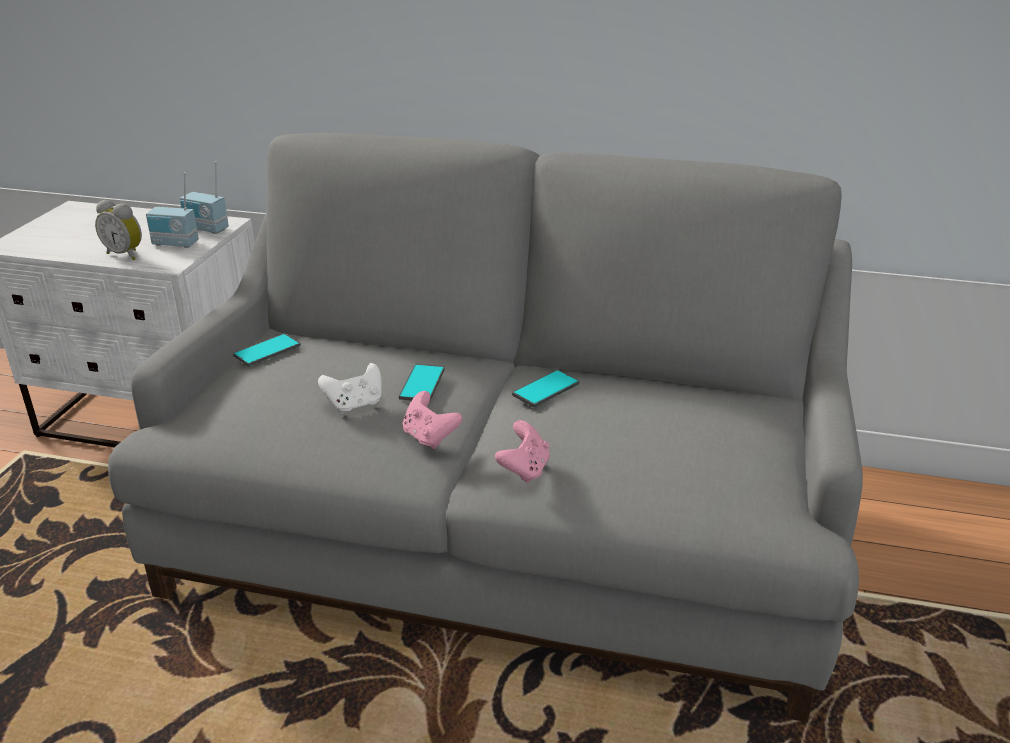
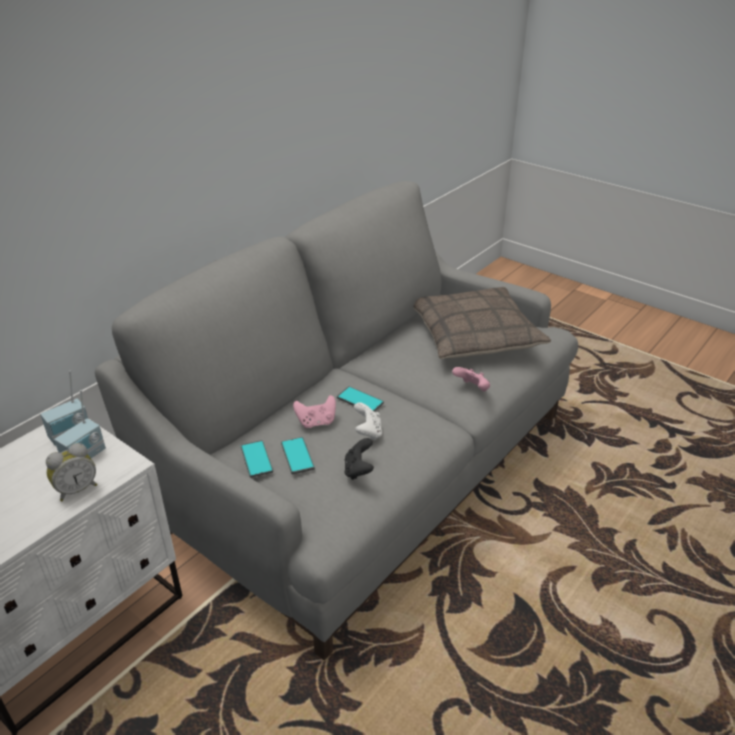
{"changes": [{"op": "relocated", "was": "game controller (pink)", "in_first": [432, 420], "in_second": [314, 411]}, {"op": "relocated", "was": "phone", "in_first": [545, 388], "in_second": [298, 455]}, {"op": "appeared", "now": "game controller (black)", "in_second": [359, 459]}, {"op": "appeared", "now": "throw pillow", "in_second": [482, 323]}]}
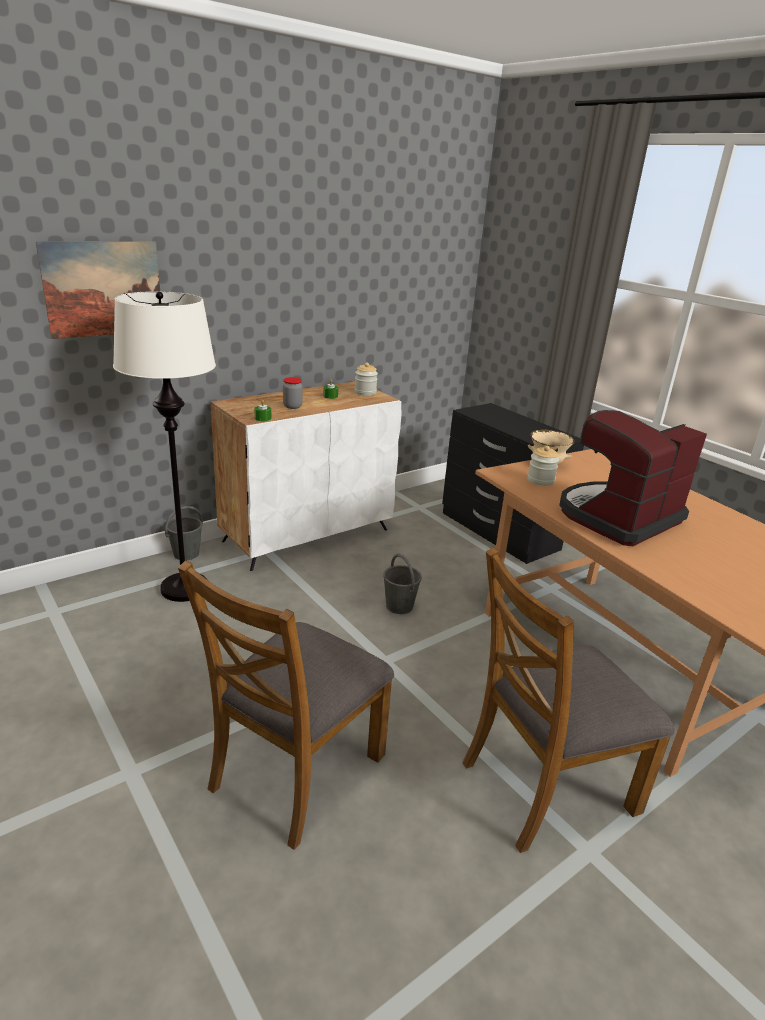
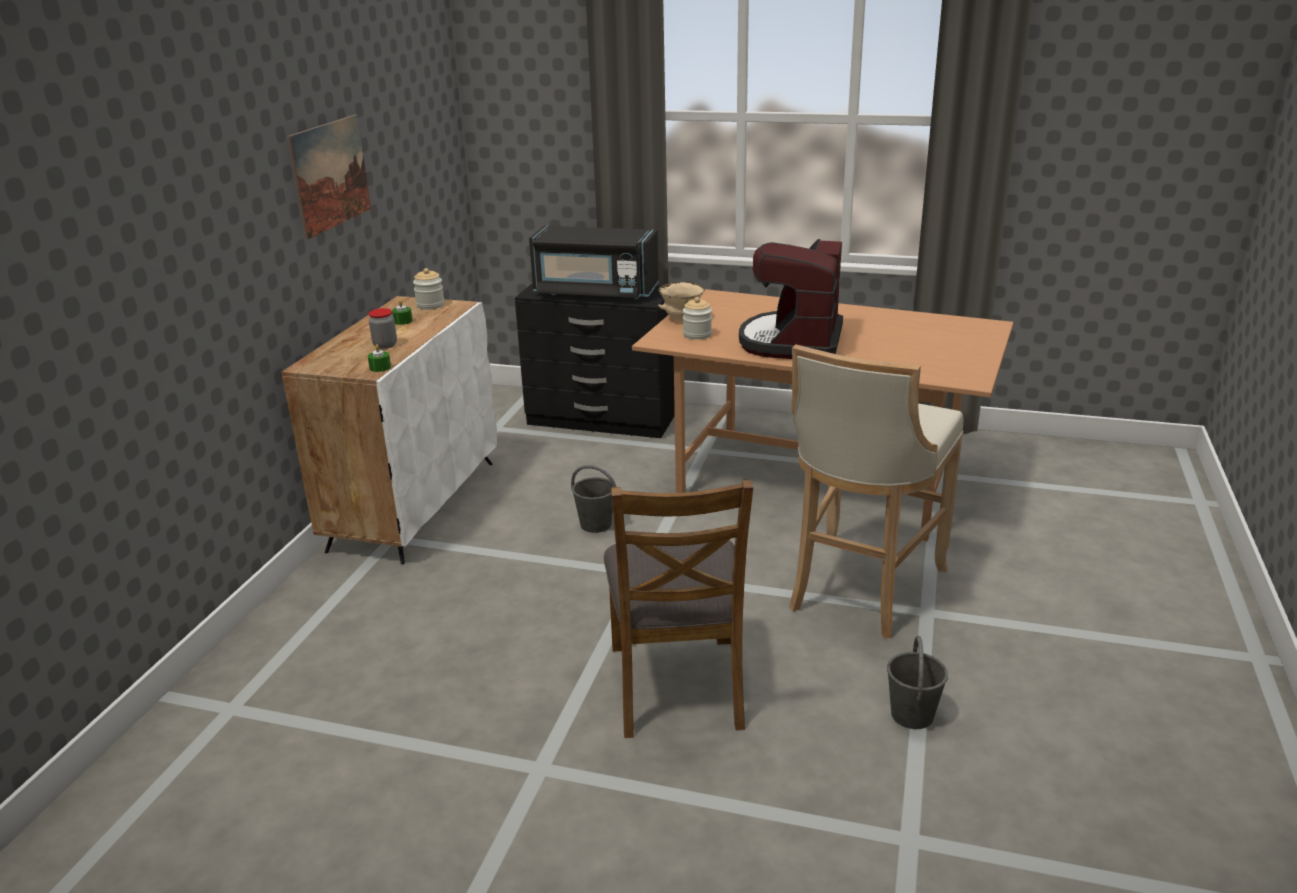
{"changes": [{"op": "relocated", "was": "wall picture", "in_first": [97, 290], "in_second": [329, 176]}, {"op": "missing", "was": "standard lamp (whitish)", "in_first": [164, 446]}, {"op": "relocated", "was": "pail (grey)", "in_first": [184, 533], "in_second": [917, 682]}, {"op": "exchanged", "was": "upright chair (brown-coloured)", "now": "stool (beige-coloured)", "in_first": [568, 700], "in_second": [876, 491]}, {"op": "appeared", "now": "kitchen microwave (black)", "in_second": [594, 262]}]}
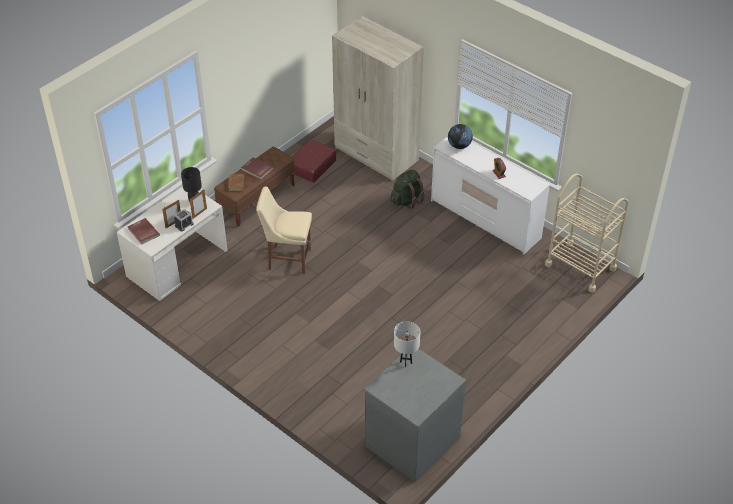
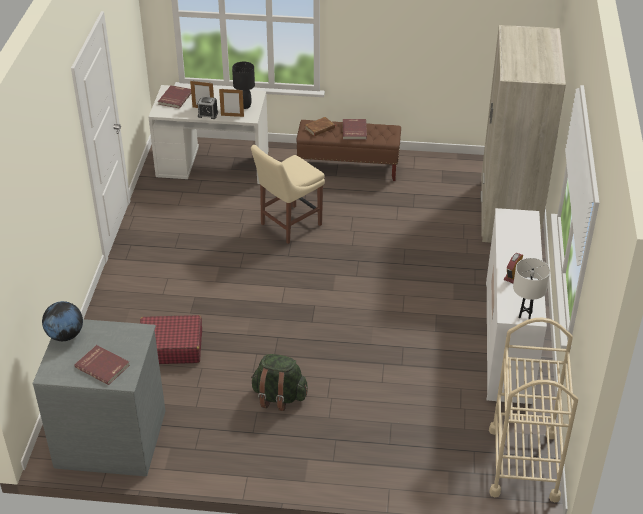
{"changes": [{"op": "spun", "was": "upright chair (beige-coloured)", "in_first": [284, 230], "in_second": [288, 194], "clockwise": -105}, {"op": "relocated", "was": "piece of luggage (red)", "in_first": [314, 161], "in_second": [171, 339]}, {"op": "relocated", "was": "backpack (green)", "in_first": [408, 189], "in_second": [279, 382]}, {"op": "relocated", "was": "lamp for a table (whitish)", "in_first": [407, 344], "in_second": [531, 288]}, {"op": "relocated", "was": "desk globe", "in_first": [460, 136], "in_second": [62, 321]}, {"op": "appeared", "now": "book (red)", "in_second": [102, 365]}]}
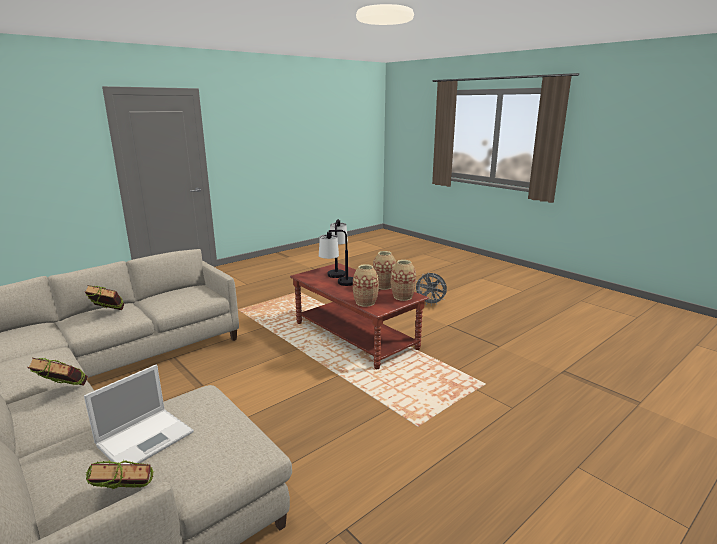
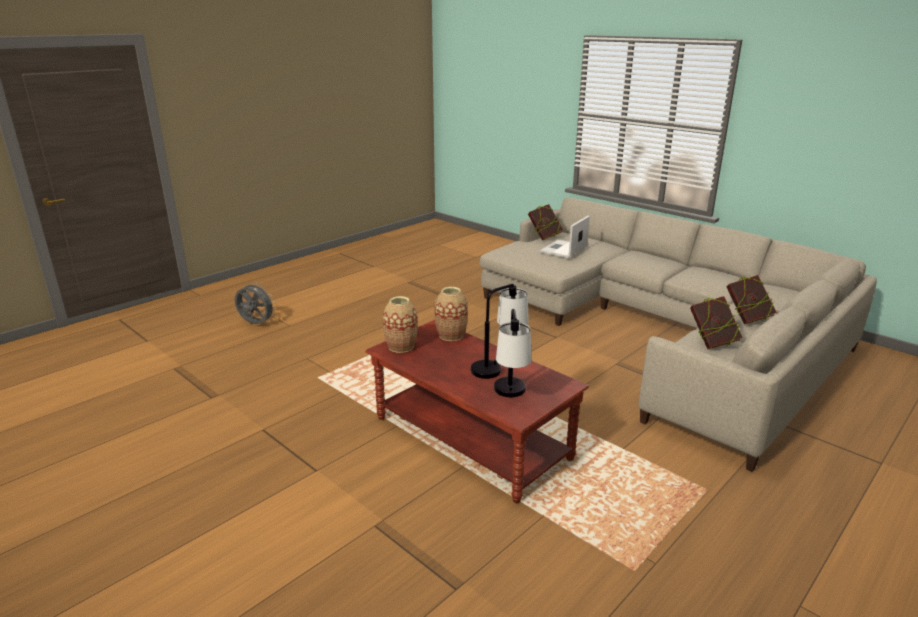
{"changes": [{"op": "relocated", "was": "book", "in_first": [57, 372], "in_second": [716, 322]}, {"op": "missing", "was": "flower vase", "in_first": [384, 270]}, {"op": "relocated", "was": "fan (grey)", "in_first": [431, 289], "in_second": [255, 303]}]}
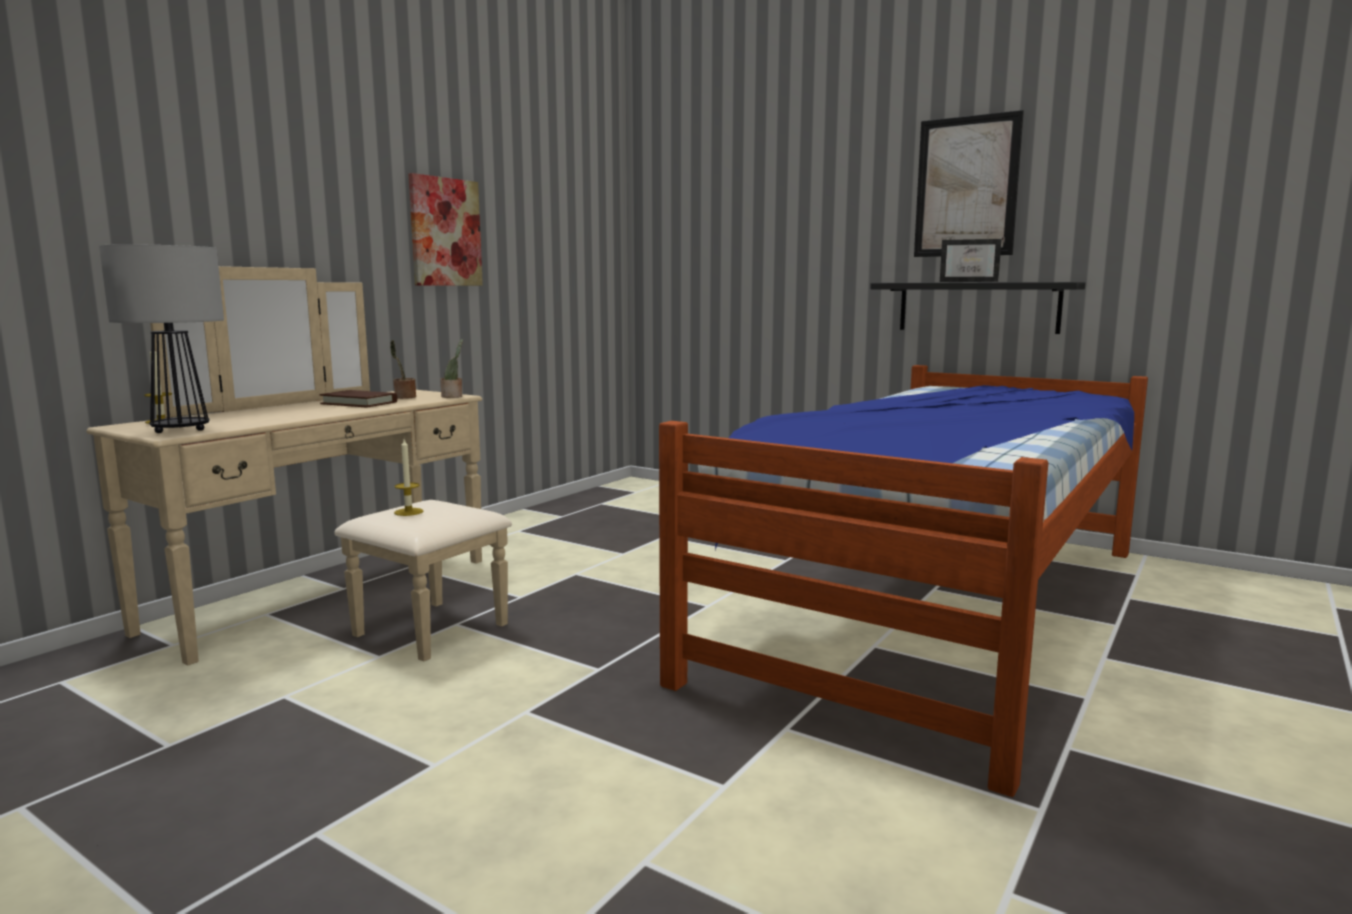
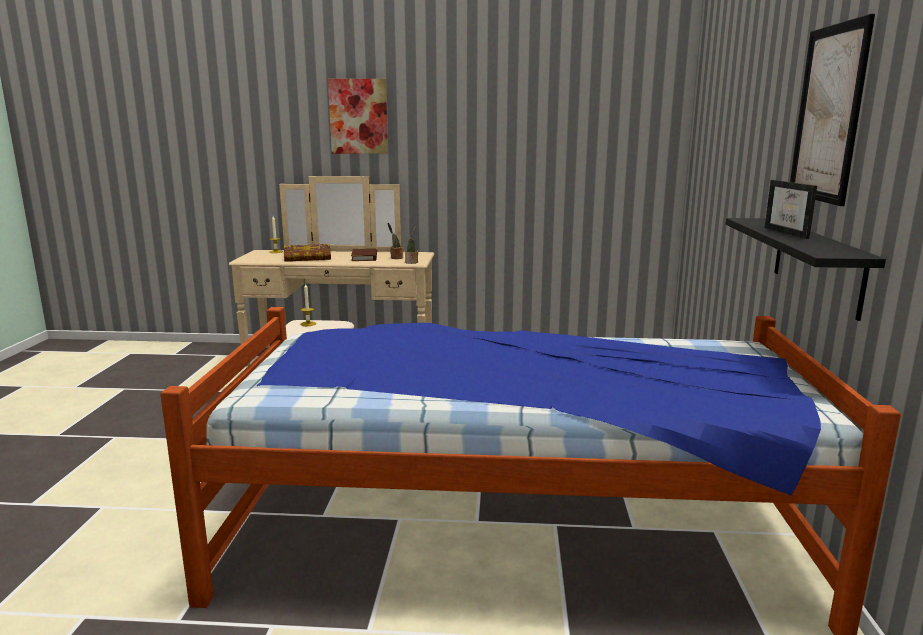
{"changes": [{"op": "missing", "was": "lamp for a table", "in_first": [161, 338]}, {"op": "relocated", "was": "wall picture", "in_first": [445, 229], "in_second": [358, 116]}, {"op": "appeared", "now": "book", "in_second": [307, 253]}]}
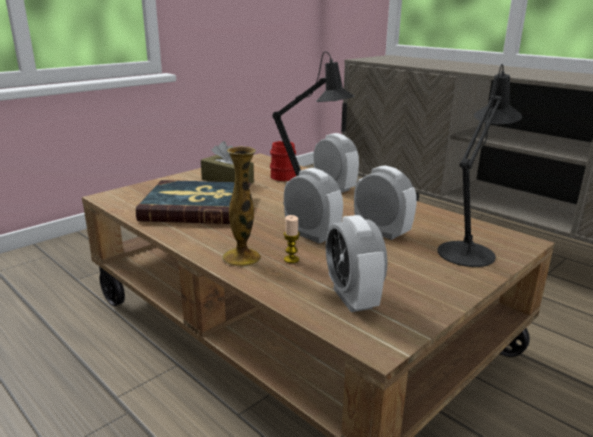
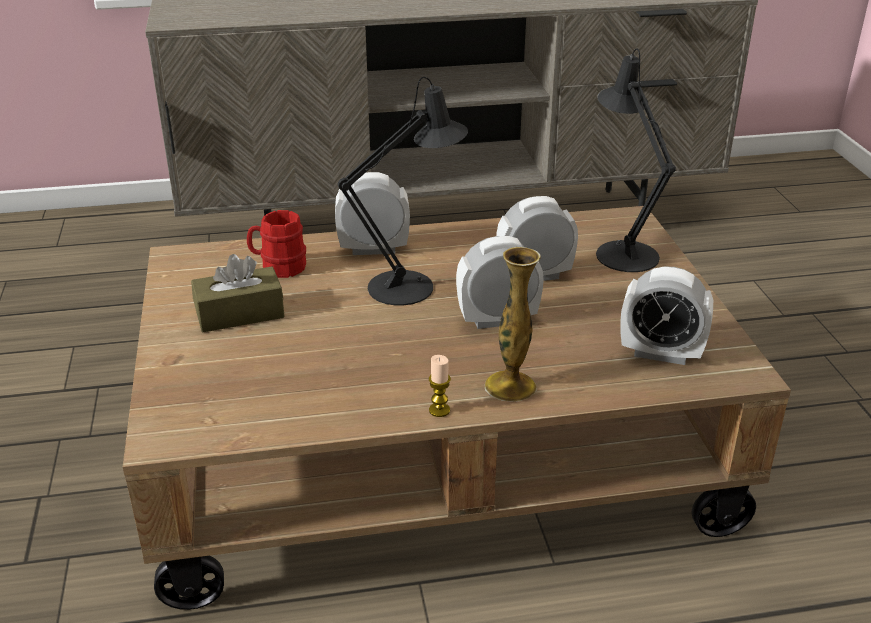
{"changes": [{"op": "missing", "was": "book", "in_first": [193, 202]}, {"op": "relocated", "was": "wax light", "in_first": [292, 239], "in_second": [440, 386]}]}
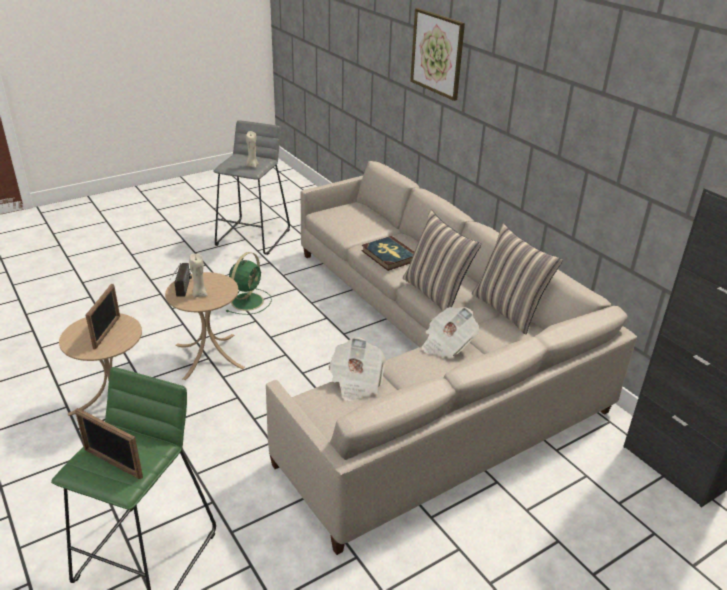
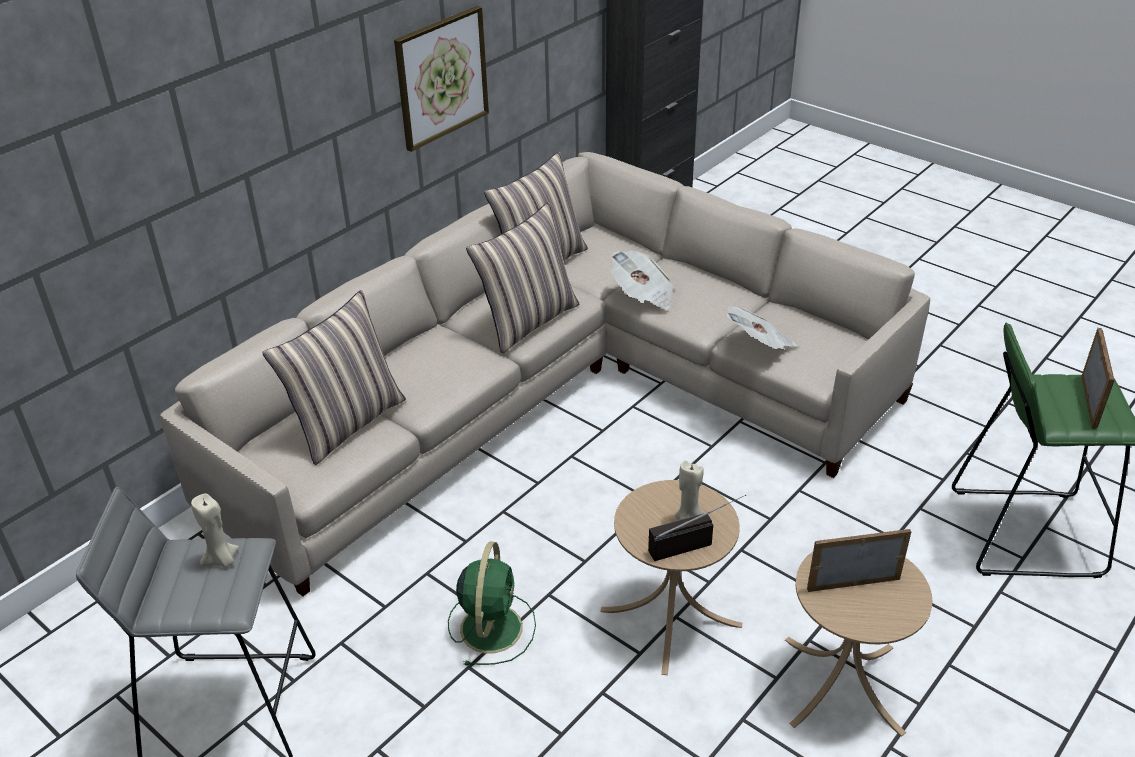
{"changes": [{"op": "spun", "was": "fan (green)", "in_first": [249, 283], "in_second": [492, 604], "clockwise": 90}, {"op": "missing", "was": "book", "in_first": [388, 253]}, {"op": "relocated", "was": "wall picture", "in_first": [437, 54], "in_second": [441, 79]}, {"op": "appeared", "now": "throw pillow", "in_second": [334, 377]}]}
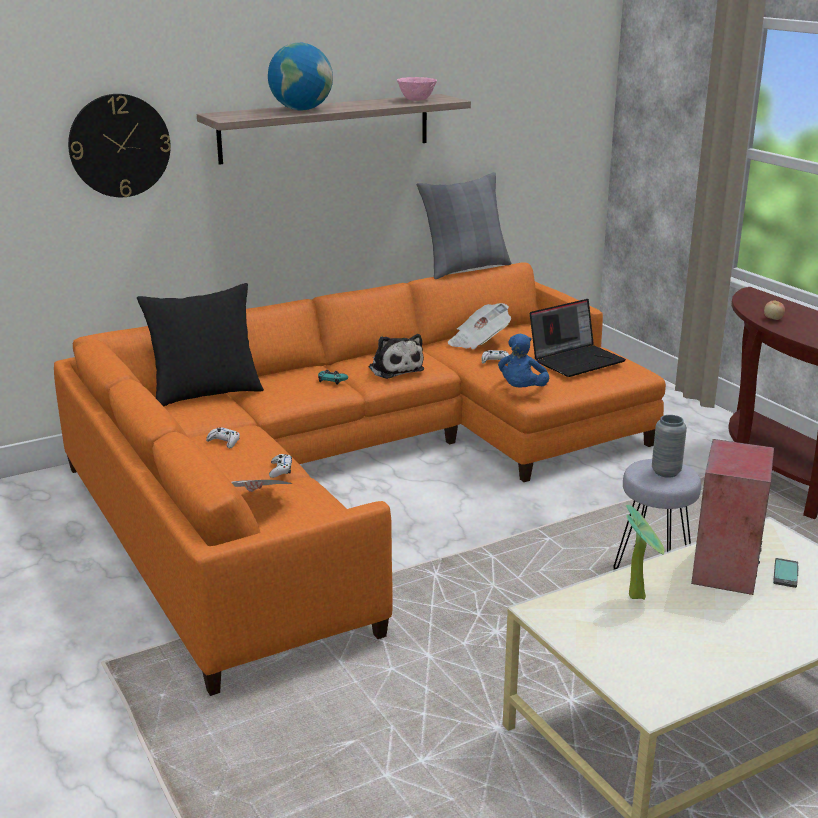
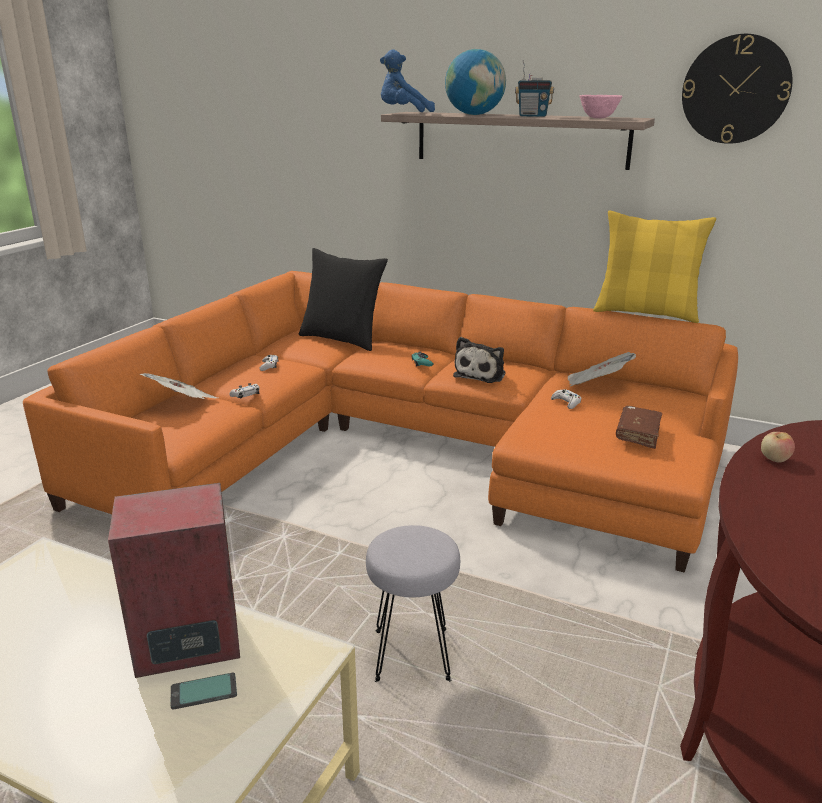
{"changes": [{"op": "relocated", "was": "clock on the wall", "in_first": [119, 145], "in_second": [737, 89]}, {"op": "colour", "was": "throw pillow (grey)", "now": "throw pillow (yellowish)", "in_first": [464, 225], "in_second": [654, 266]}, {"op": "relocated", "was": "soft toy (blue)", "in_first": [523, 361], "in_second": [407, 80]}, {"op": "exchanged", "was": "portable computer", "now": "book (brown-coloured)", "in_first": [578, 338], "in_second": [639, 427]}, {"op": "missing", "was": "potted plant", "in_first": [645, 552]}, {"op": "missing", "was": "flower vase (grey)", "in_first": [669, 446]}, {"op": "appeared", "now": "radio set", "in_second": [534, 88]}]}
